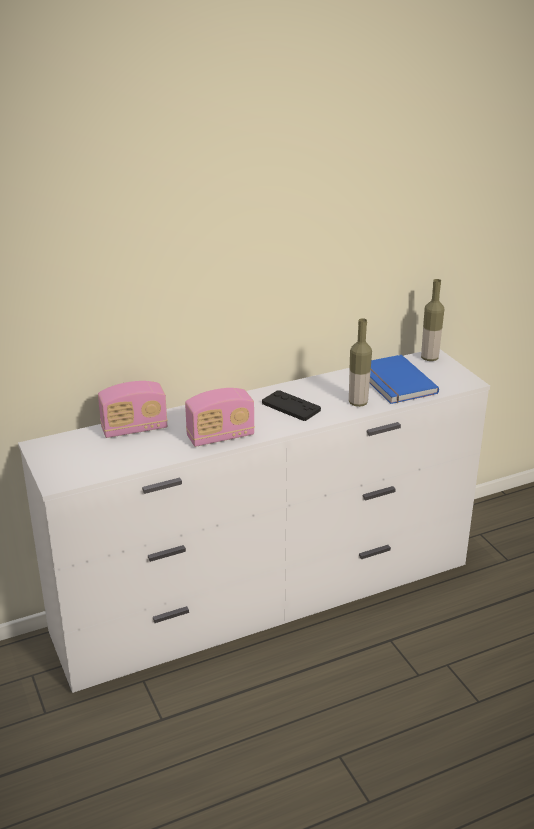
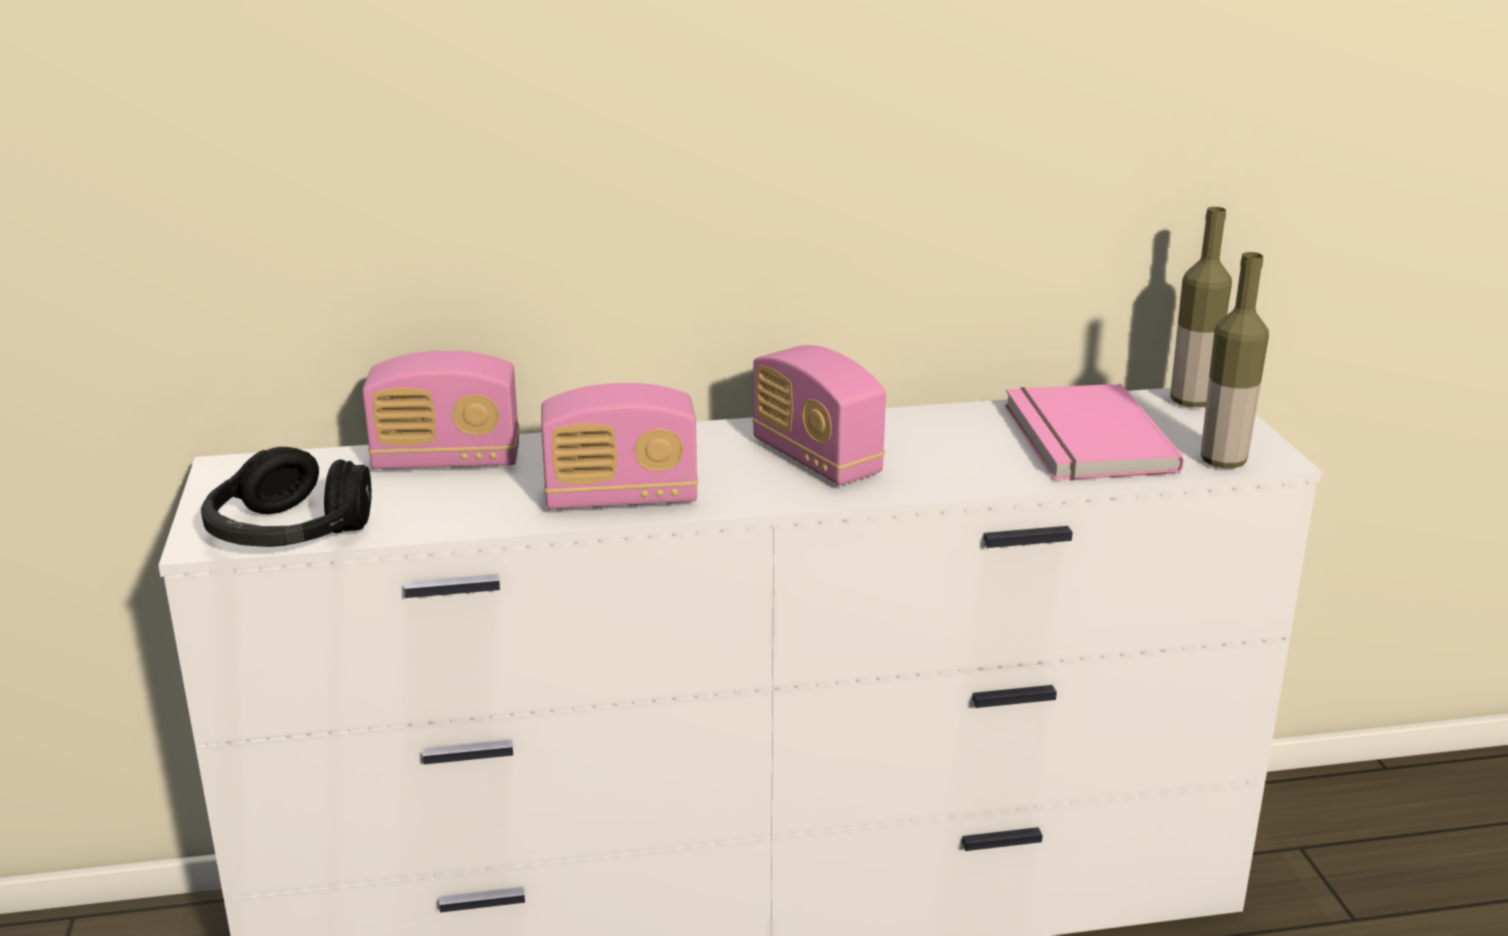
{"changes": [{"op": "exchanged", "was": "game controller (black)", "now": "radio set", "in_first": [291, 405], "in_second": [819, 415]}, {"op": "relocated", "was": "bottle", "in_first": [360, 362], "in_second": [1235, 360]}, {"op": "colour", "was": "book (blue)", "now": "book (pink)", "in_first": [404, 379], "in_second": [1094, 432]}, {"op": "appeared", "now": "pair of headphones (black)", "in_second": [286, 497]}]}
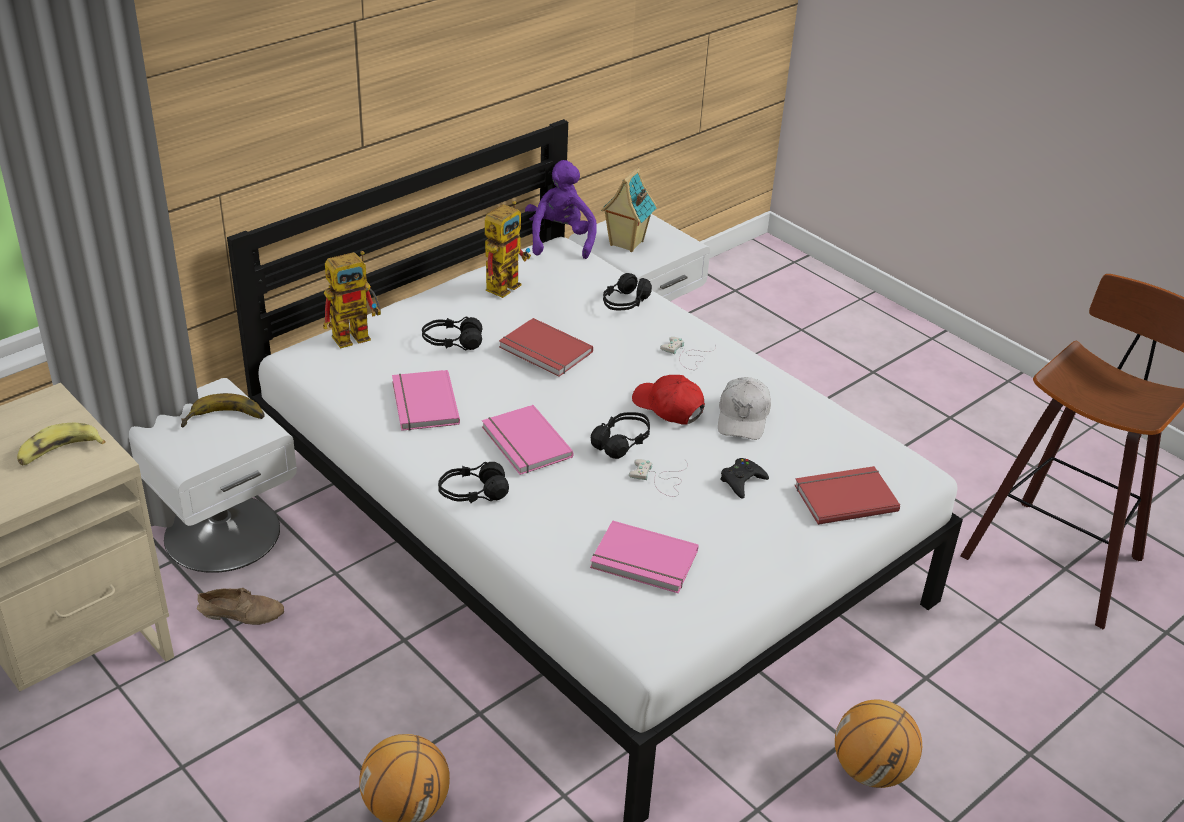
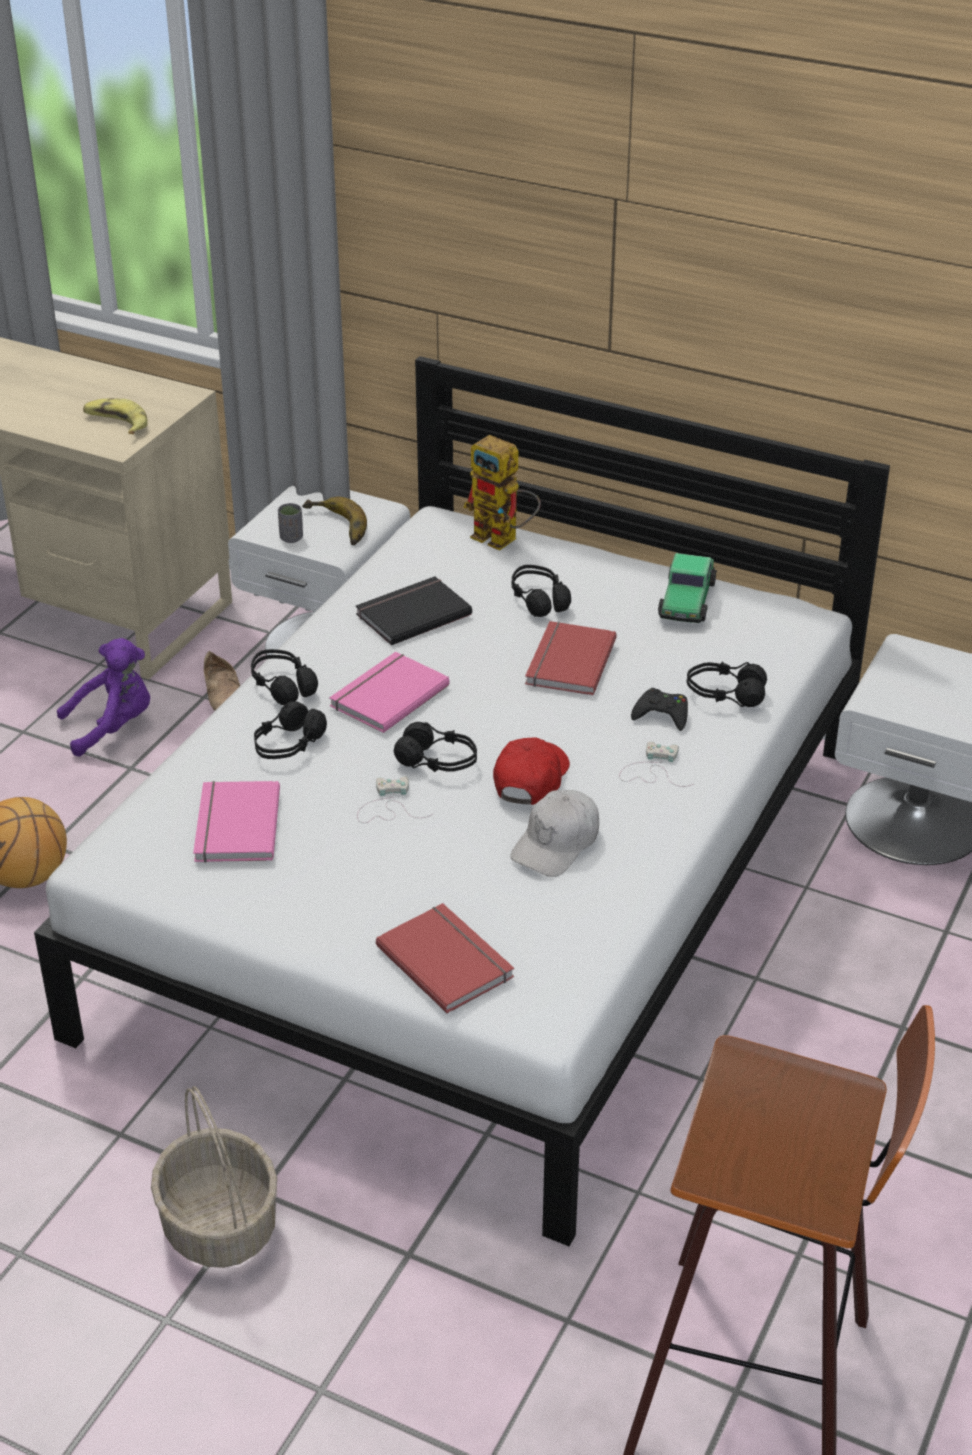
{"changes": [{"op": "colour", "was": "book (pink)", "now": "book (black)", "in_first": [426, 400], "in_second": [414, 610]}, {"op": "exchanged", "was": "model robot", "now": "toy car", "in_first": [508, 249], "in_second": [687, 588]}, {"op": "relocated", "was": "soft toy (purple)", "in_first": [561, 209], "in_second": [103, 697]}, {"op": "missing", "was": "toy house", "in_first": [629, 209]}, {"op": "spun", "was": "baseball cap (whitish)", "in_first": [744, 408], "in_second": [554, 833], "clockwise": -45}, {"op": "relocated", "was": "game controller (black)", "in_first": [744, 478], "in_second": [659, 709]}, {"op": "exchanged", "was": "basketball", "now": "household basket", "in_first": [878, 743], "in_second": [214, 1177]}, {"op": "appeared", "now": "pair of headphones (black)", "in_second": [290, 730]}, {"op": "appeared", "now": "small cup (grey)", "in_second": [290, 523]}]}
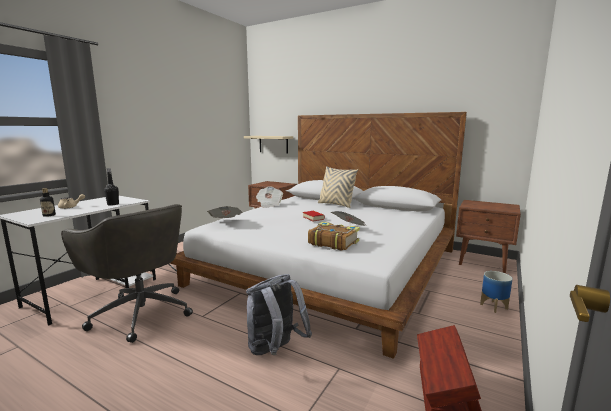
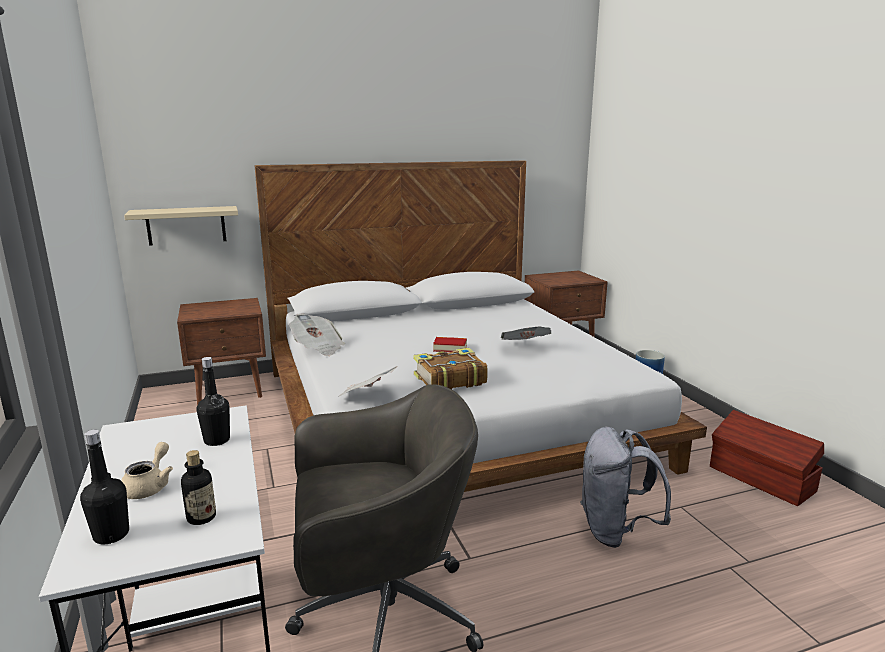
{"changes": [{"op": "relocated", "was": "book", "in_first": [334, 236], "in_second": [451, 368]}, {"op": "missing", "was": "throw pillow (beige-coloured)", "in_first": [338, 187]}, {"op": "appeared", "now": "bottle (black)", "in_second": [104, 487]}]}
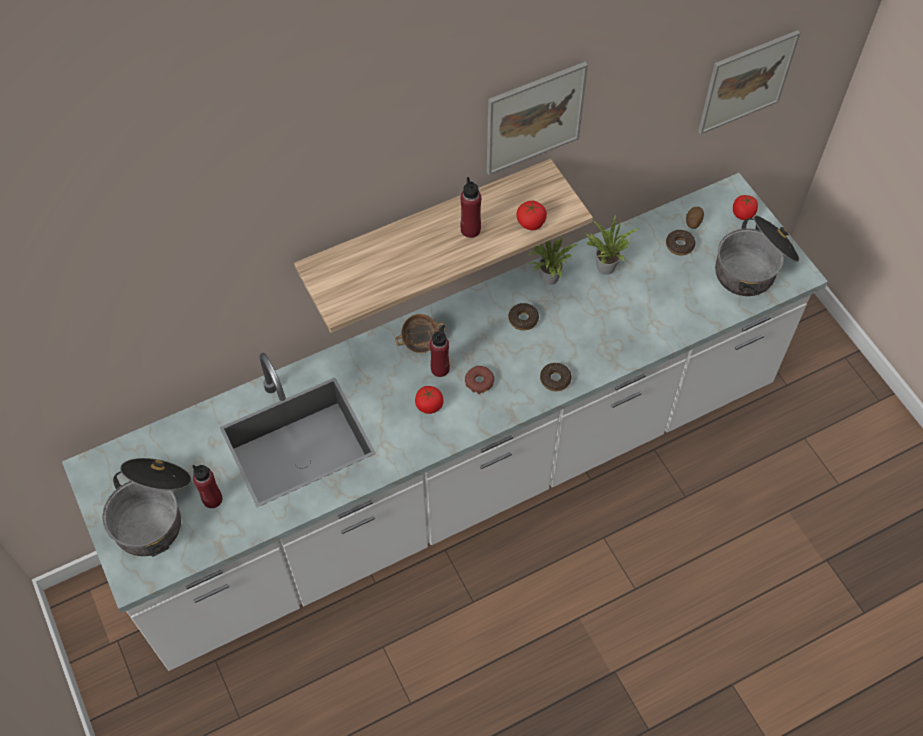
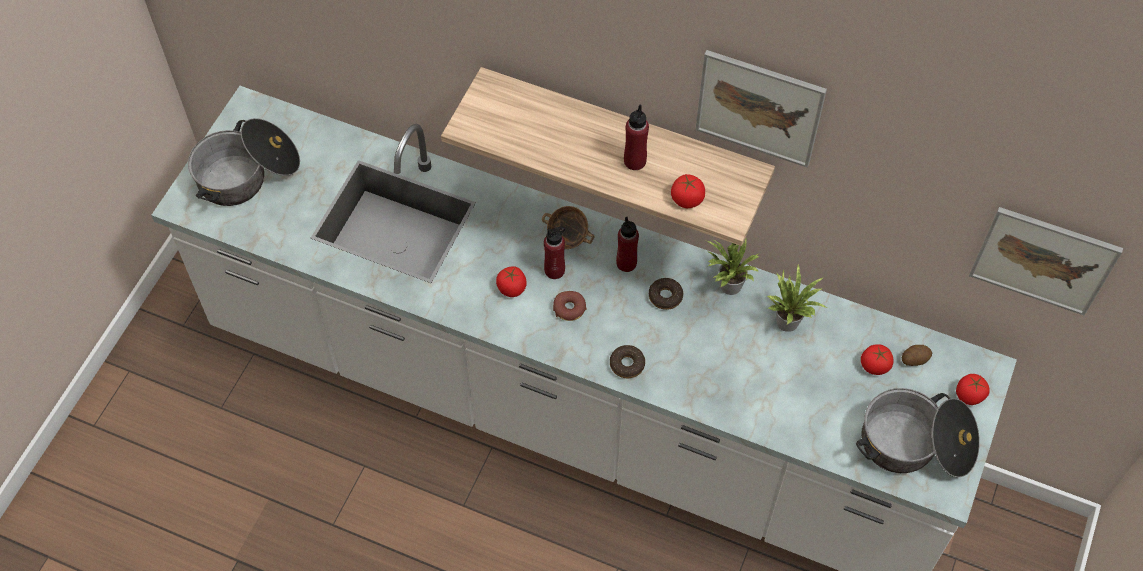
{"changes": [{"op": "relocated", "was": "bottle (red)", "in_first": [207, 486], "in_second": [627, 244]}, {"op": "exchanged", "was": "ring doughnut", "now": "fresh tomato", "in_first": [681, 242], "in_second": [877, 359]}]}
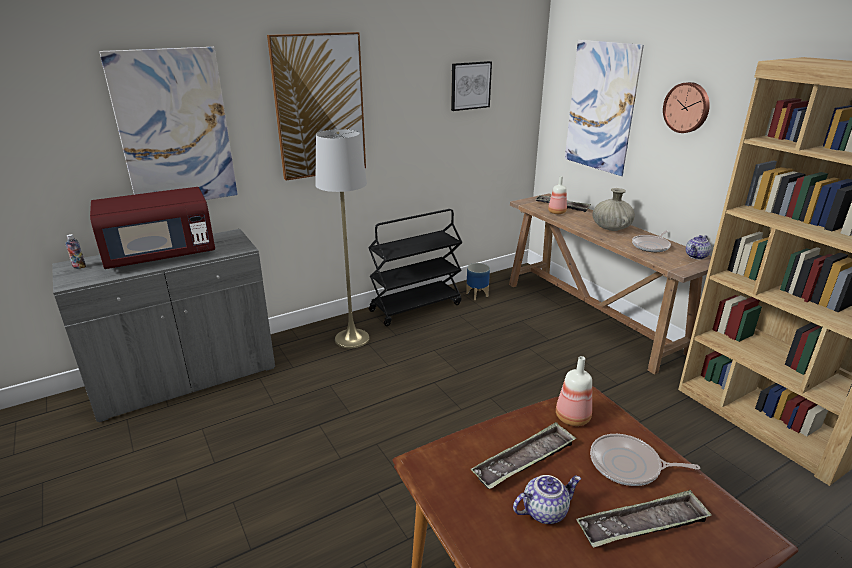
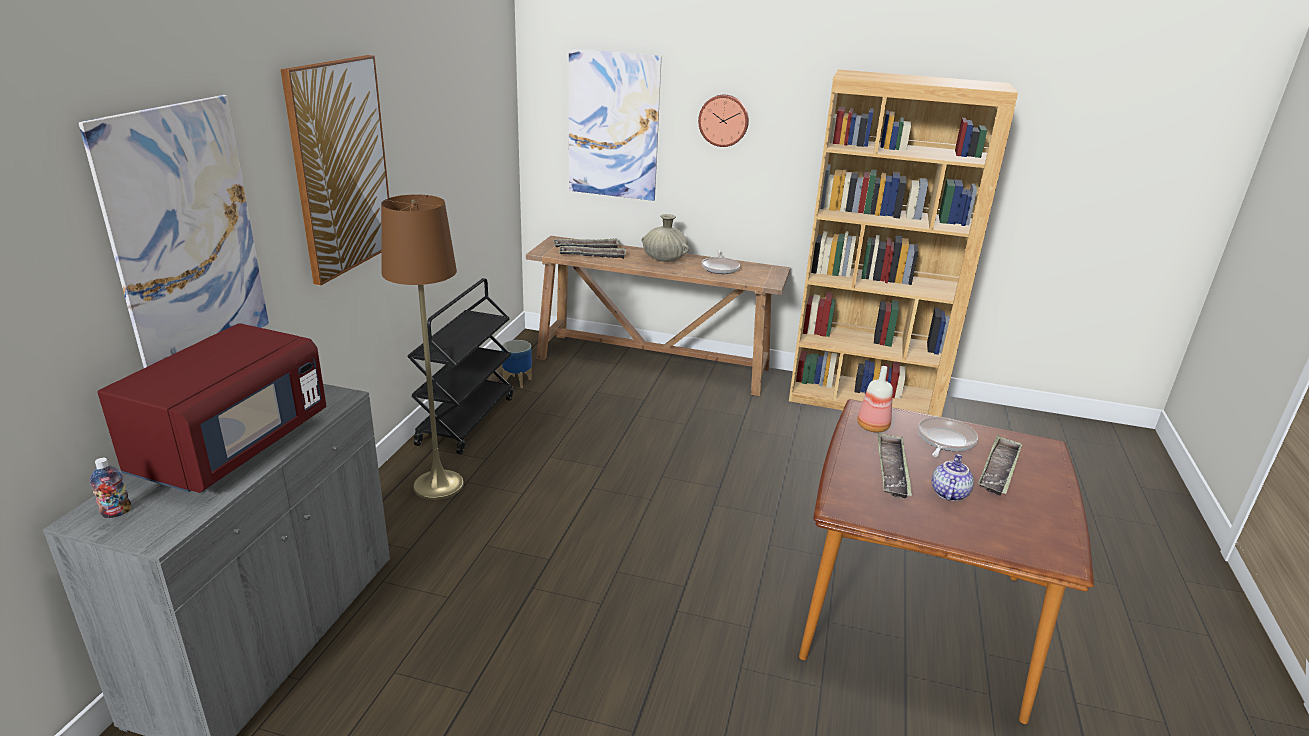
{"changes": [{"op": "colour", "was": "standard lamp (grey)", "now": "standard lamp (brown-coloured)", "in_first": [342, 238], "in_second": [422, 347]}, {"op": "missing", "was": "wall picture", "in_first": [471, 86]}, {"op": "exchanged", "was": "bottle", "now": "carrying tray", "in_first": [557, 195], "in_second": [592, 252]}, {"op": "spun", "was": "skillet", "in_first": [645, 460], "in_second": [948, 437], "clockwise": 150}, {"op": "missing", "was": "pot for tea", "in_first": [698, 247]}]}
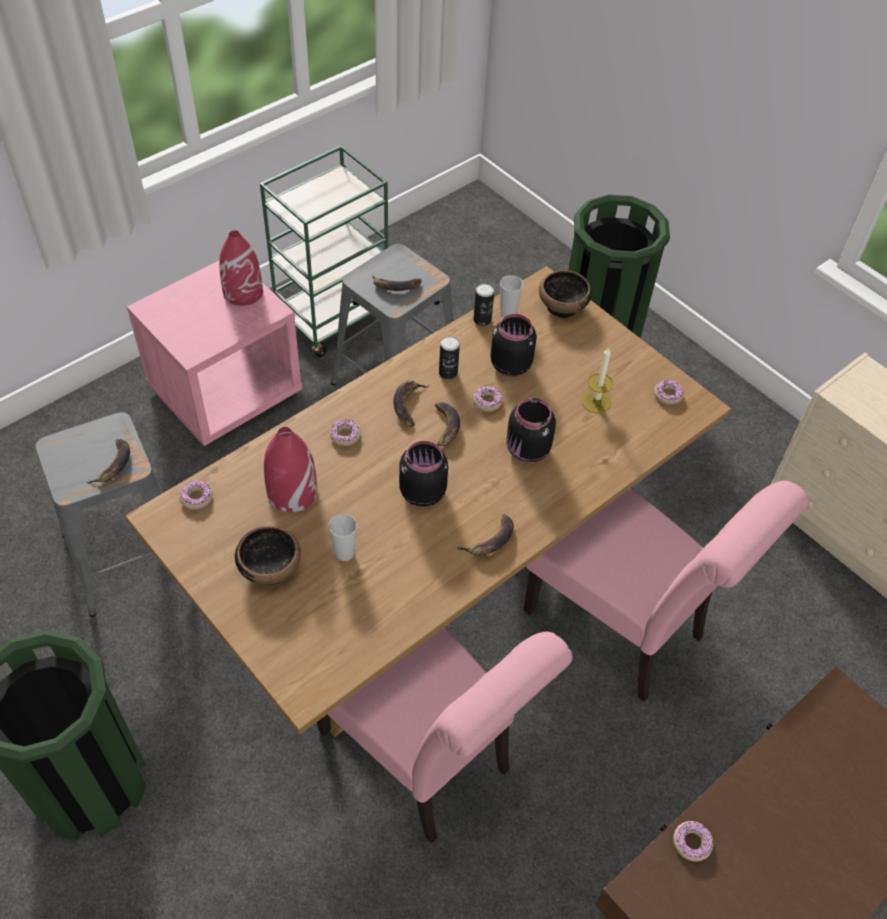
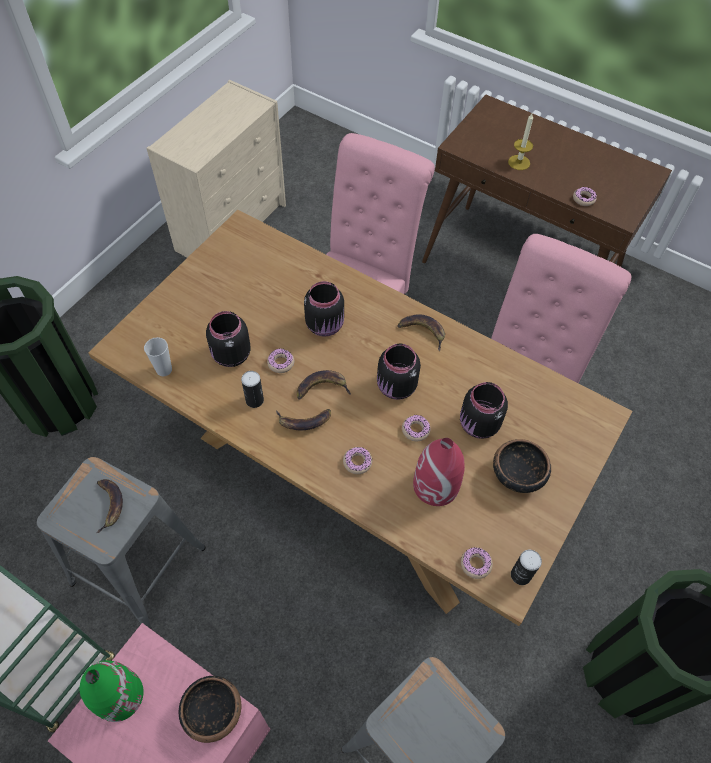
{"changes": [{"op": "missing", "was": "banana", "in_first": [108, 461]}, {"op": "colour", "was": "flower vase (red)", "now": "flower vase (green)", "in_first": [241, 268], "in_second": [111, 691]}, {"op": "exchanged", "was": "small cup", "now": "preserve jar (black)", "in_first": [343, 537], "in_second": [484, 410]}, {"op": "relocated", "was": "can", "in_first": [483, 304], "in_second": [526, 567]}, {"op": "relocated", "was": "bowl", "in_first": [565, 294], "in_second": [210, 709]}, {"op": "relocated", "was": "wax light", "in_first": [598, 381], "in_second": [520, 141]}, {"op": "relocated", "was": "ring doughnut", "in_first": [669, 392], "in_second": [416, 428]}]}
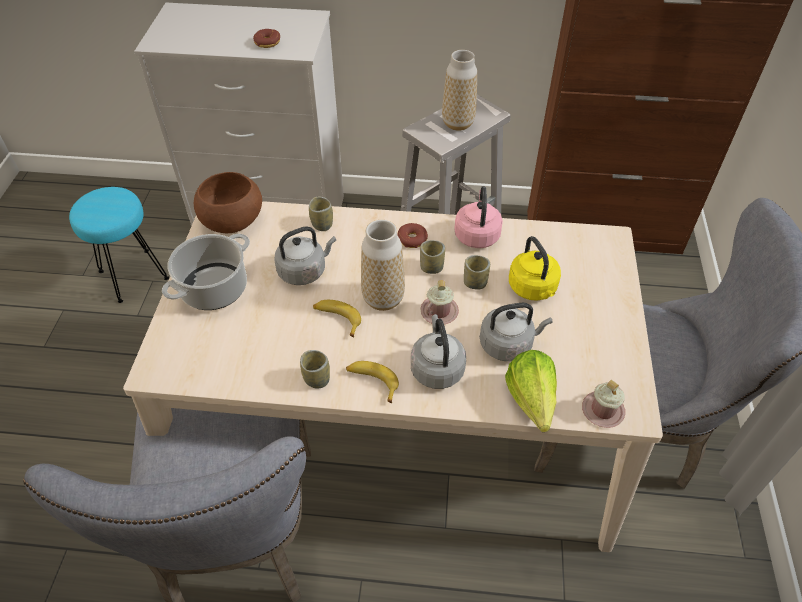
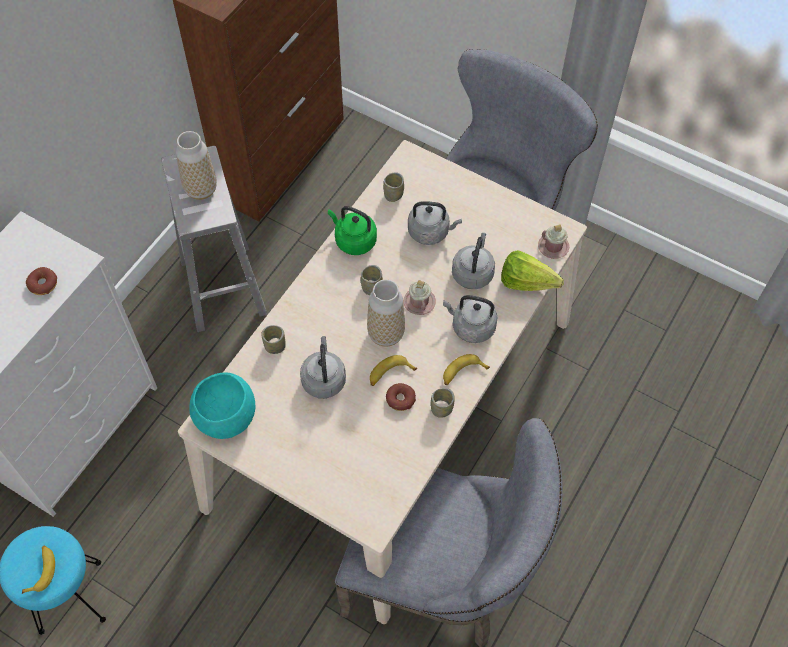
{"changes": [{"op": "missing", "was": "stockpot", "in_first": [206, 272]}, {"op": "colour", "was": "bowl (brown-coloured)", "now": "bowl (turquoise)", "in_first": [228, 202], "in_second": [222, 405]}, {"op": "relocated", "was": "ring doughnut", "in_first": [413, 235], "in_second": [401, 397]}, {"op": "colour", "was": "kettle (pink)", "now": "kettle (green)", "in_first": [478, 217], "in_second": [352, 230]}, {"op": "relocated", "was": "small cup", "in_first": [477, 272], "in_second": [393, 187]}, {"op": "colour", "was": "kettle (yellowish)", "now": "kettle (grey)", "in_first": [535, 268], "in_second": [435, 223]}, {"op": "appeared", "now": "banana", "in_second": [38, 569]}]}
